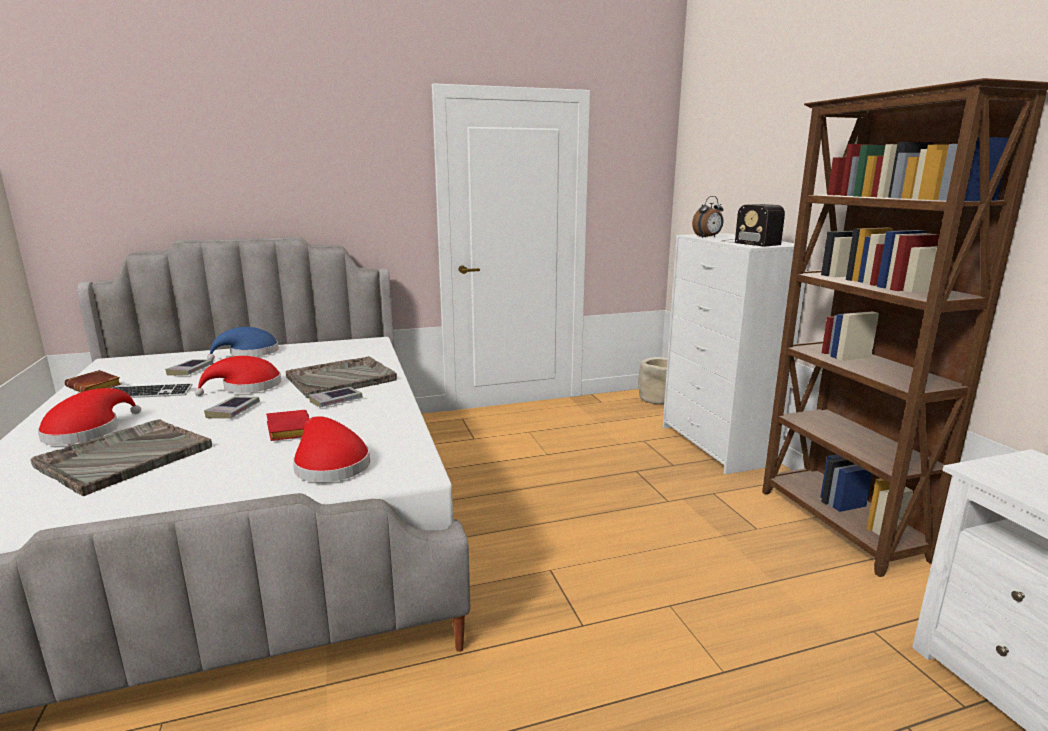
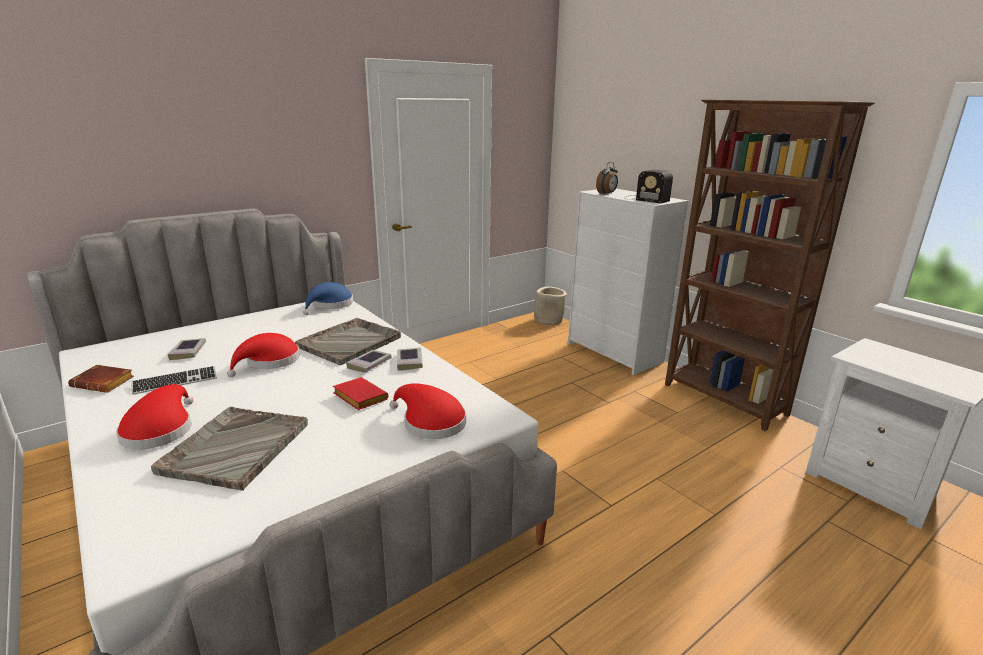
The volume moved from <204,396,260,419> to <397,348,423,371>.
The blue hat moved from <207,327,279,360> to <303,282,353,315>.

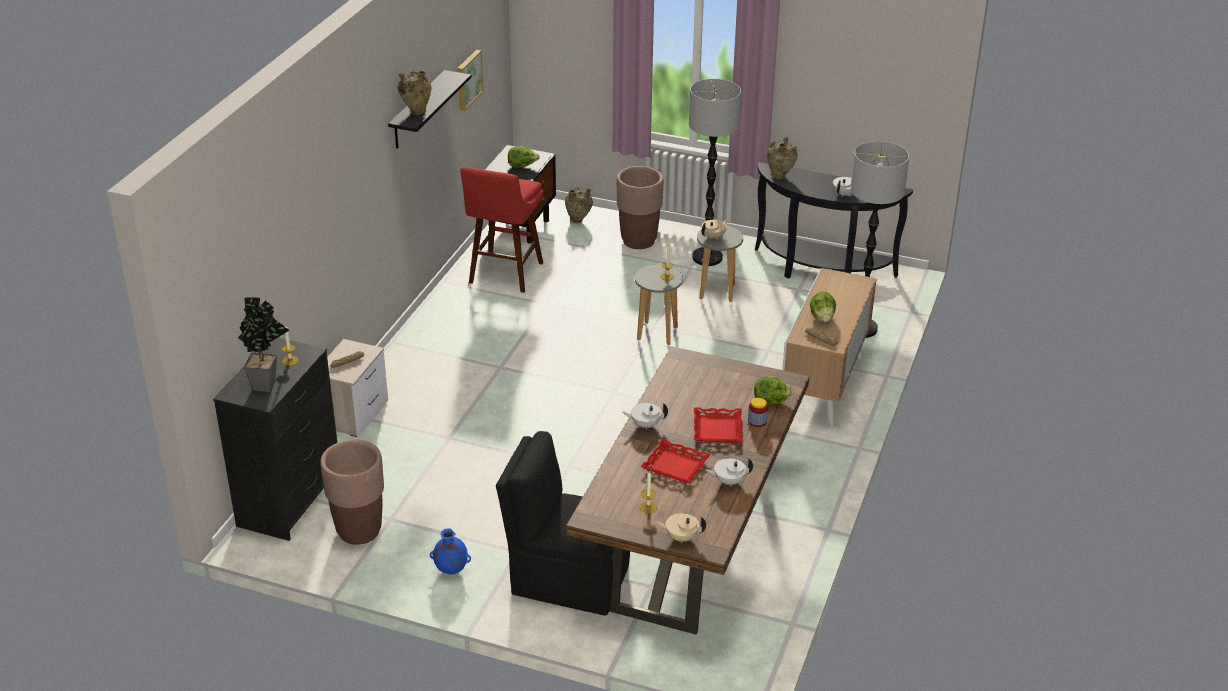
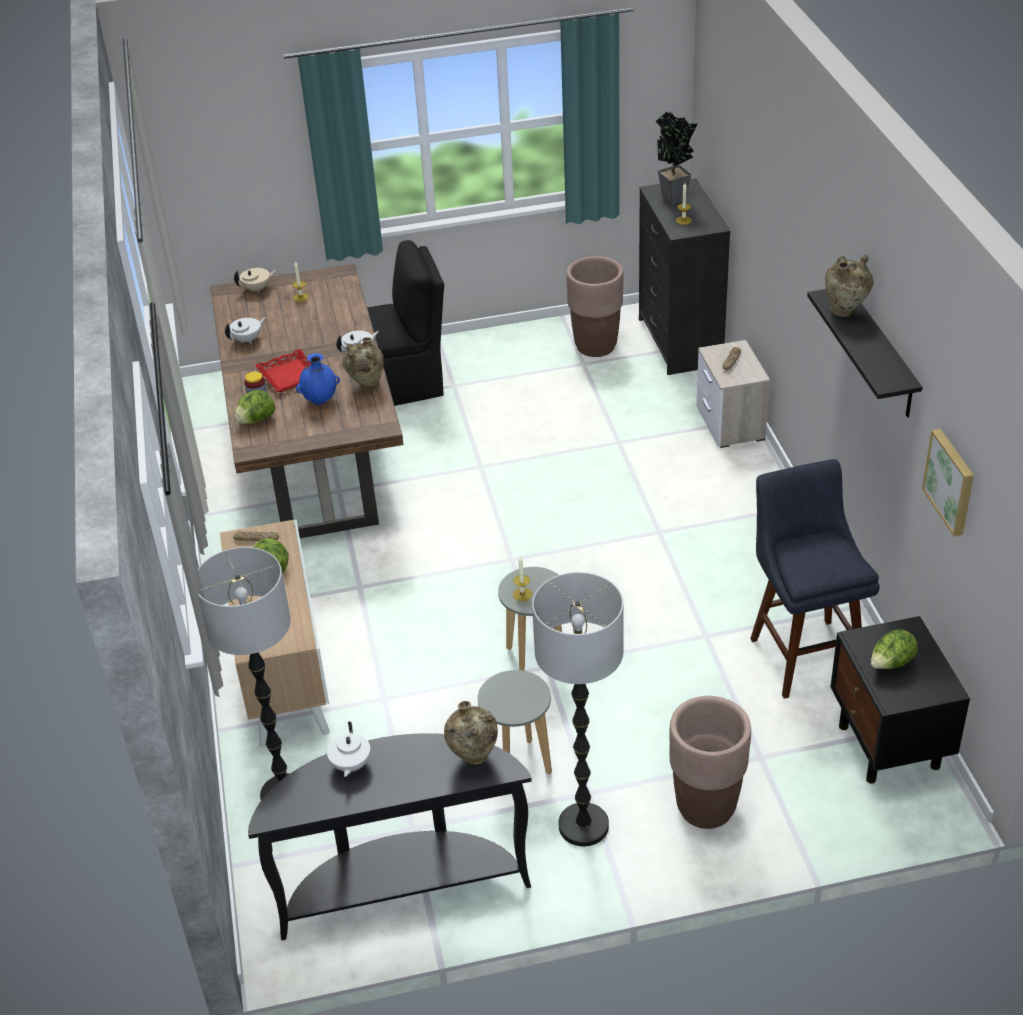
The red-coloured carrying tray at <641,439,711,483> disappeared.
The beige teapot at <701,219,728,240> disappeared.
The blue vase moved from <430,528,471,574> to <296,353,340,405>.
The beige vase moved from <565,187,593,223> to <343,337,384,391>.
The red-coloured sitting stool at <460,167,543,293> became the blue sitting stool at <750,459,880,699>.

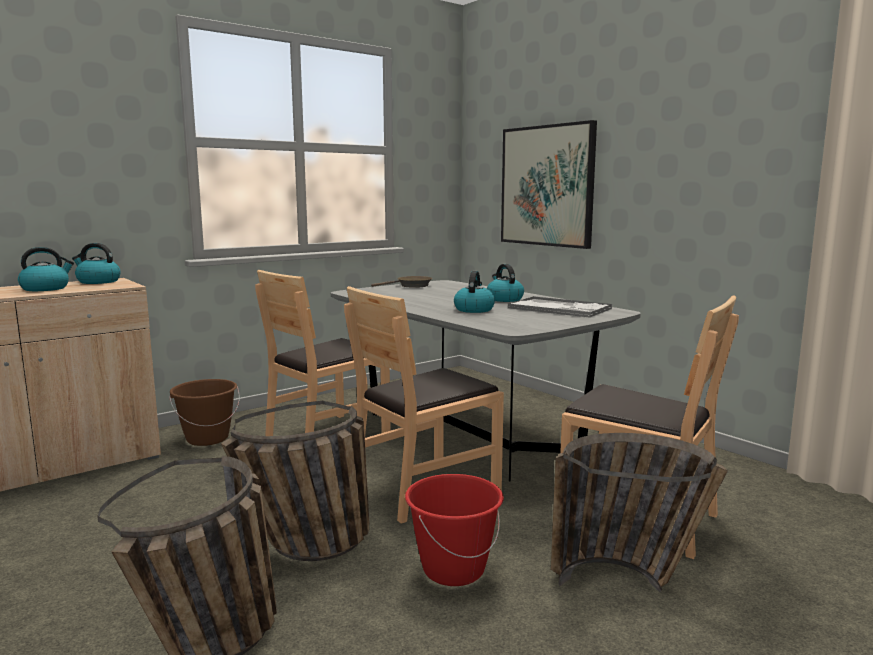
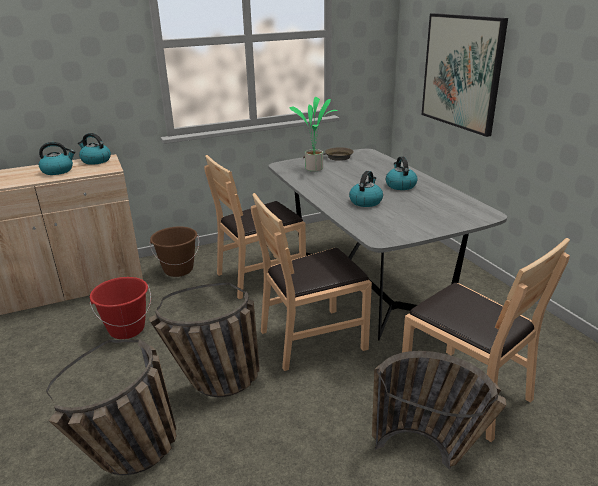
The carrying tray at <508,296,612,318> disappeared.
The plant in a pot at <290,97,338,172> appeared.
The red-coloured pail moved from <405,474,504,586> to <90,277,151,339>.

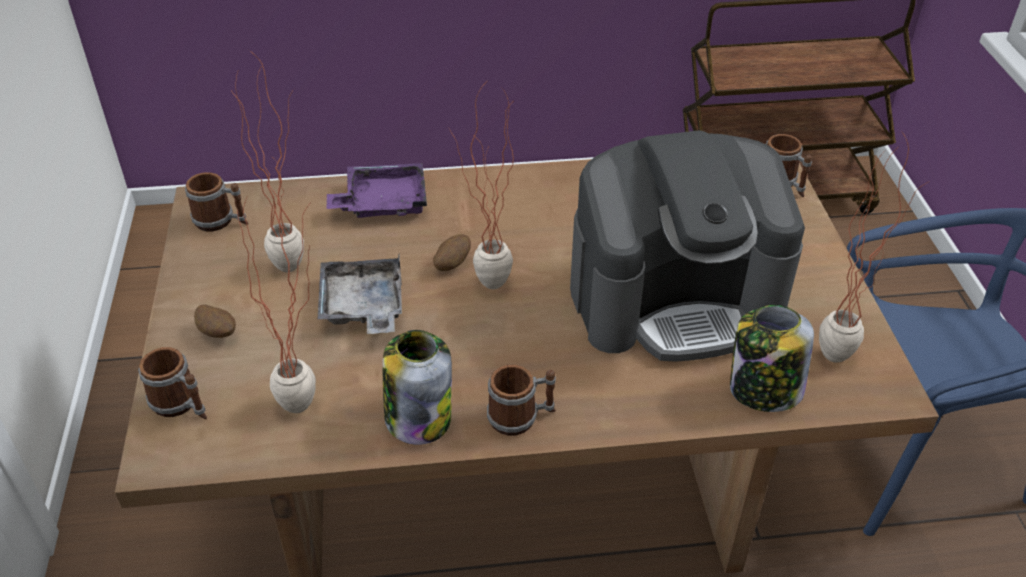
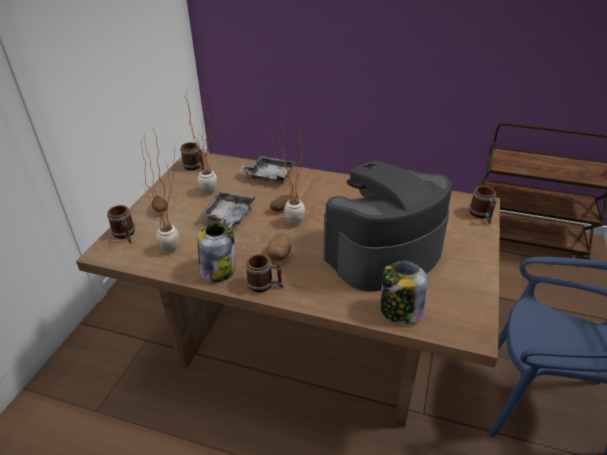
The plant in a pot at <819,132,928,363> disappeared.
The spud at <266,233,292,261> appeared.
The purplish carrying tray at <326,163,427,218> became the greyish carrying tray at <239,156,295,184>.
The coffee brewer at <570,130,805,362> turned 135 degrees clockwise.

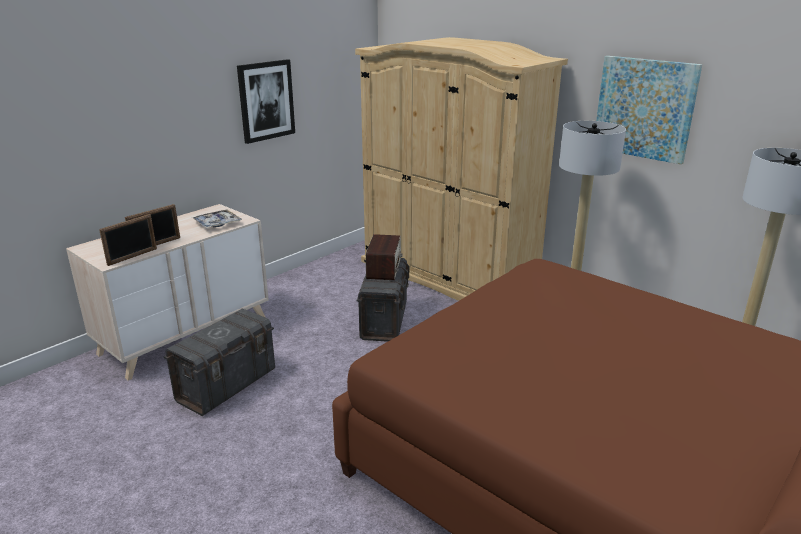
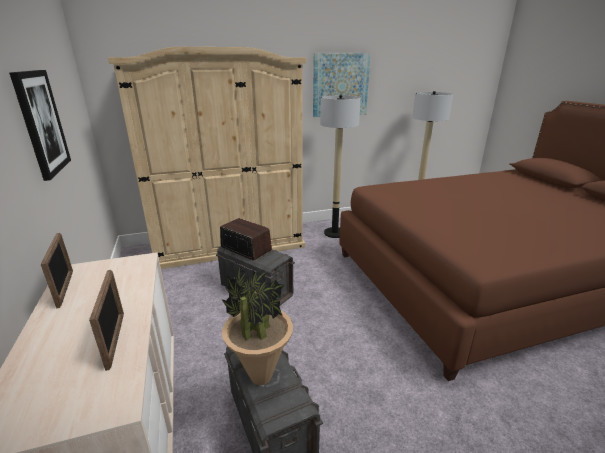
The carrying tray at <193,210,242,228> disappeared.
The plant in a pot at <222,266,293,385> appeared.
The photo frame moved from <99,214,157,266> to <41,233,73,309>.

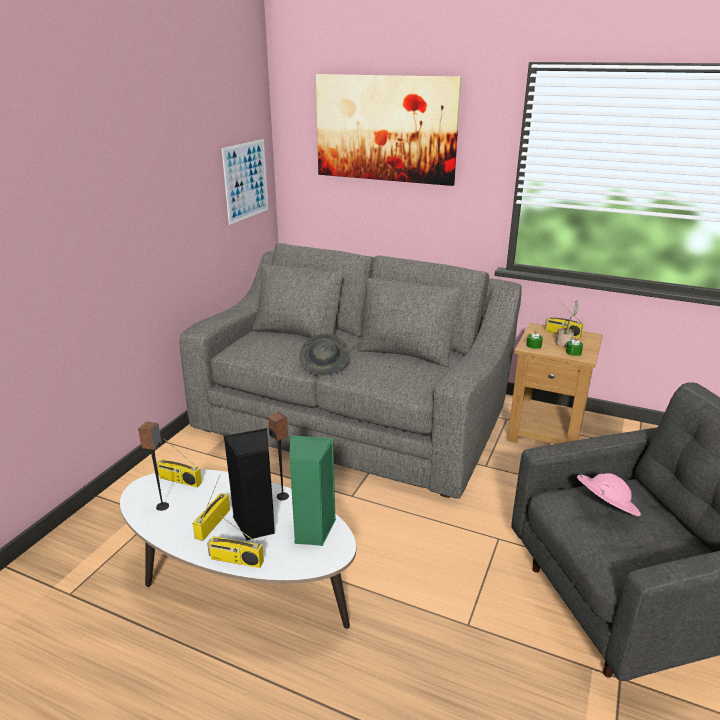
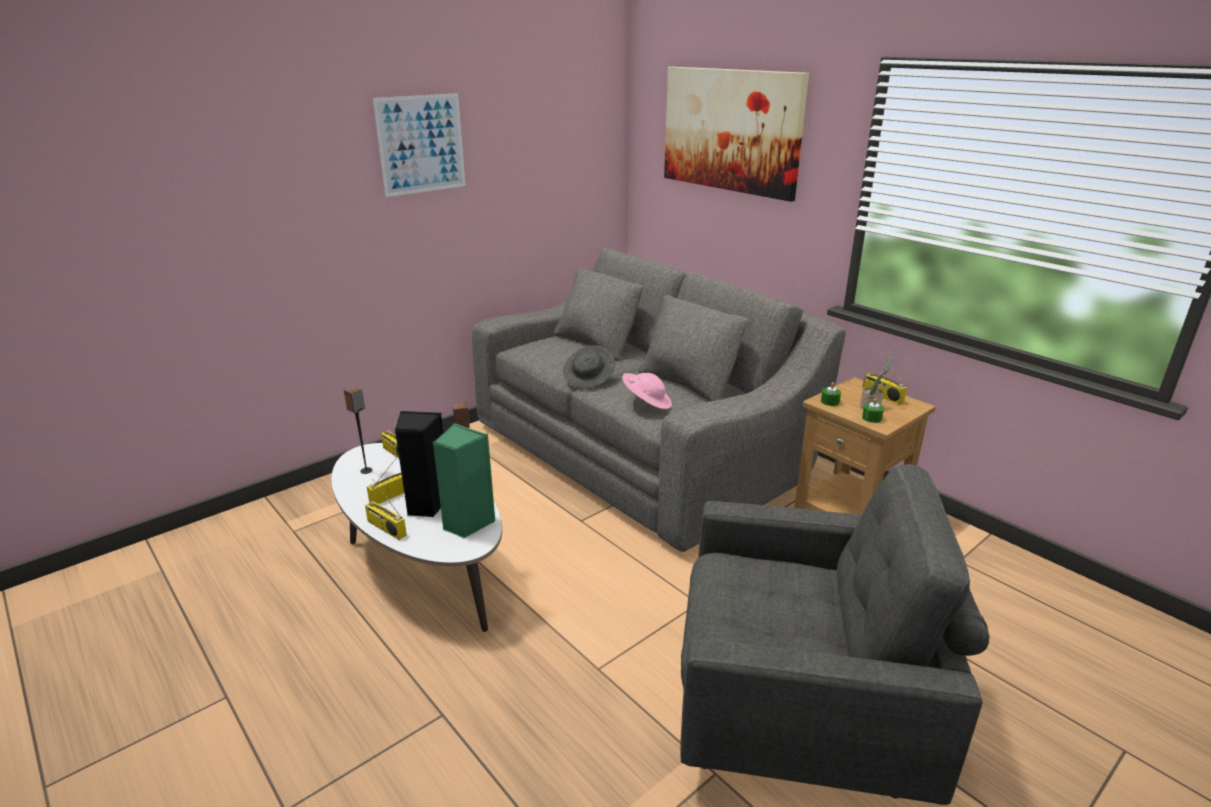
The wall picture moved from <222,139,268,225> to <373,93,466,197>.
The pink-coloured hat moved from <577,473,641,516> to <622,373,672,409>.

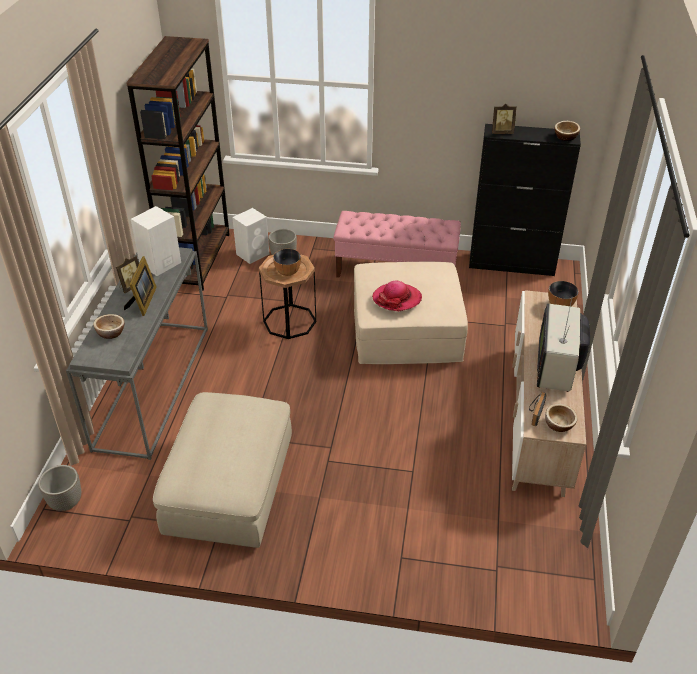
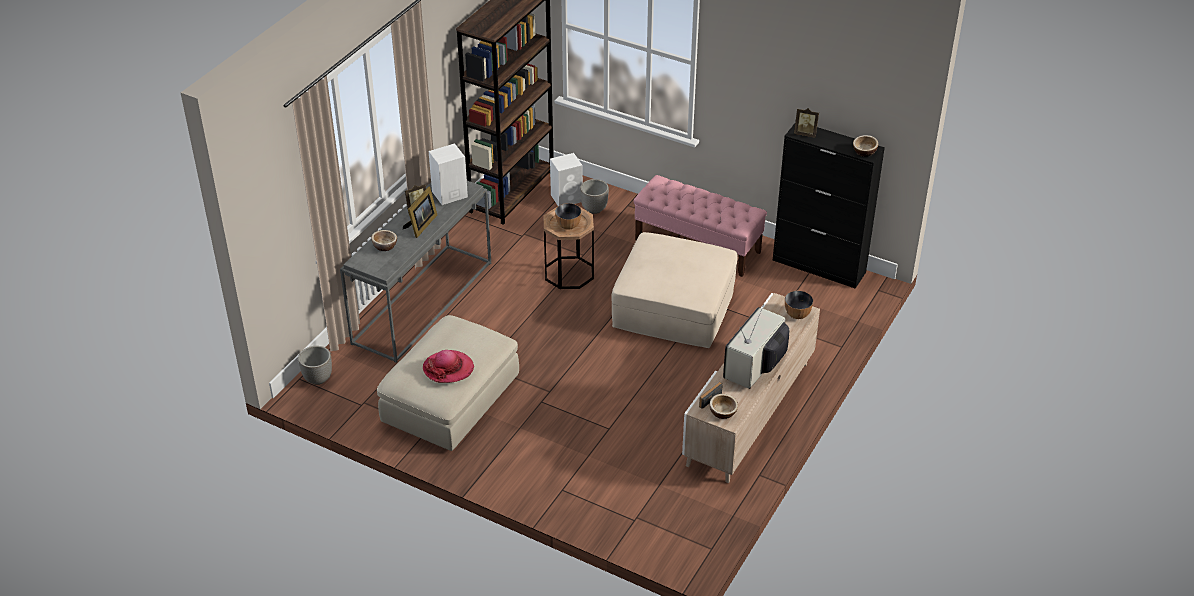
The hat moved from <372,281,422,311> to <423,350,474,383>.

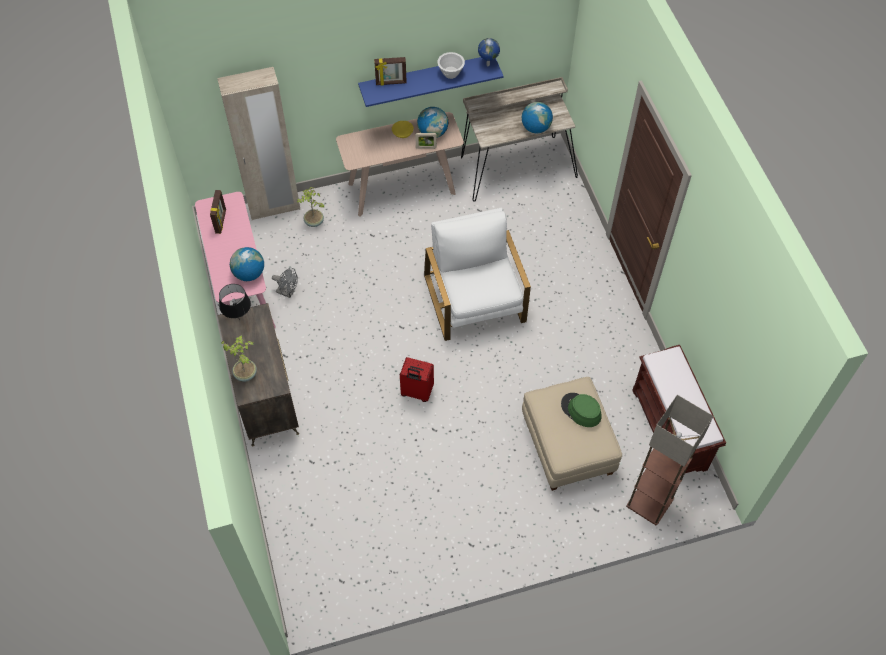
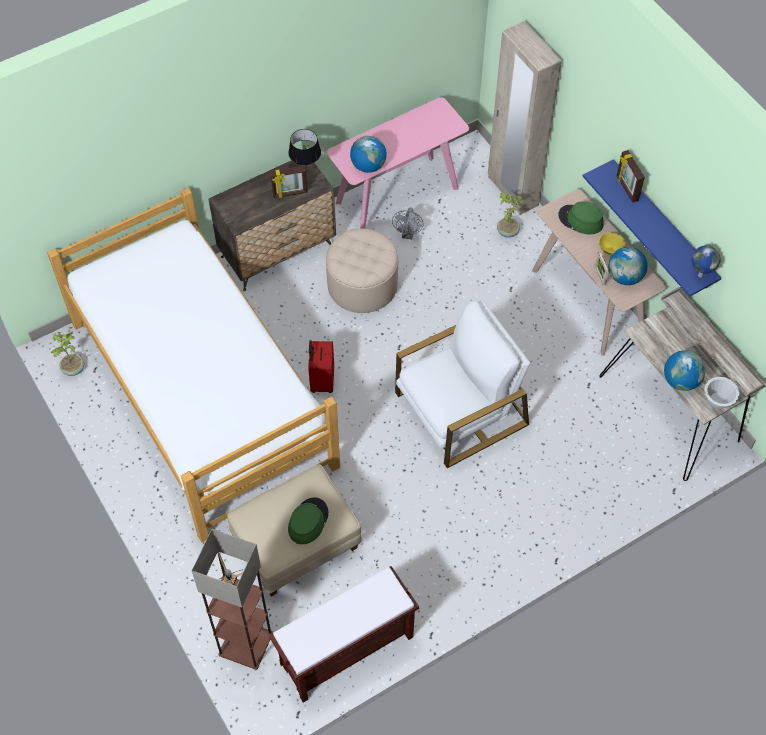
The bedroom bed at <47,188,340,542> appeared.
The beige ottoman at <326,229,398,313> appeared.
The greenish hat at <558,201,604,234> appeared.
The photo frame moved from <210,190,226,234> to <270,166,308,198>.
The plant in a pot moved from <221,335,257,382> to <51,327,84,376>.
The white serving bowl moved from <437,52,465,79> to <704,377,739,409>.

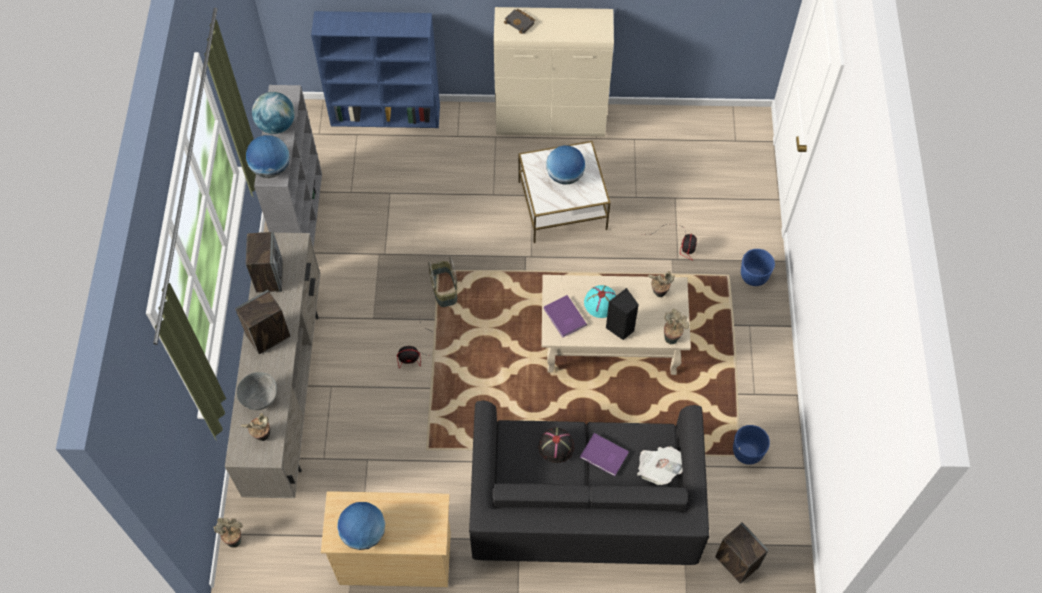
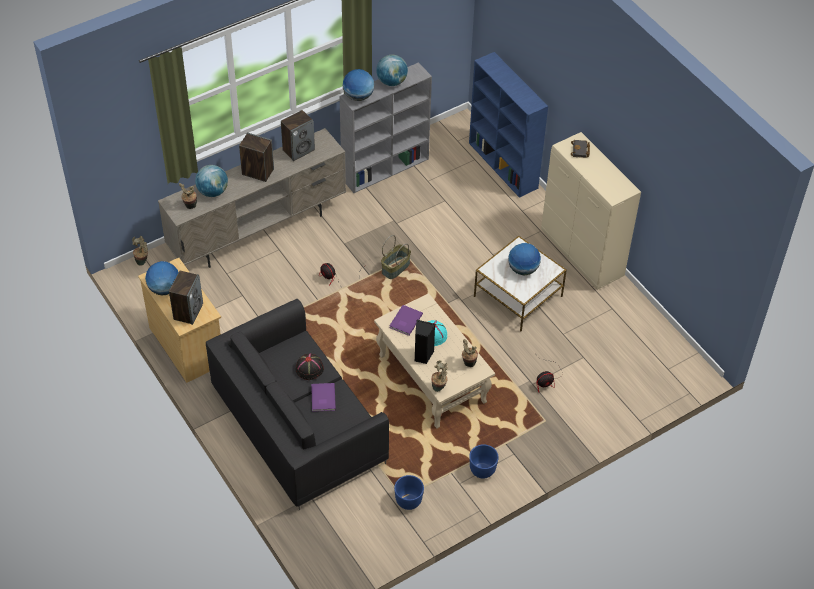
The newspaper at <637,446,683,485> disappeared.
The audio speaker moved from <715,522,769,584> to <169,271,203,325>.
The blue flower pot moved from <741,249,775,286> to <469,444,499,479>.
The greyish serving bowl at <236,372,277,410> was replaced by the desk globe at <195,165,228,197>.

